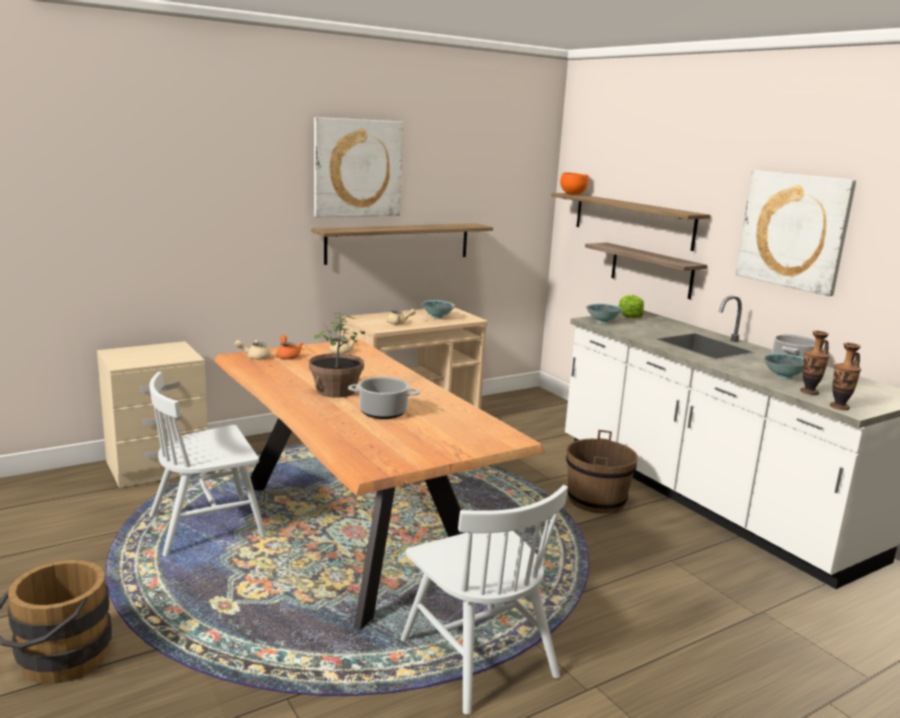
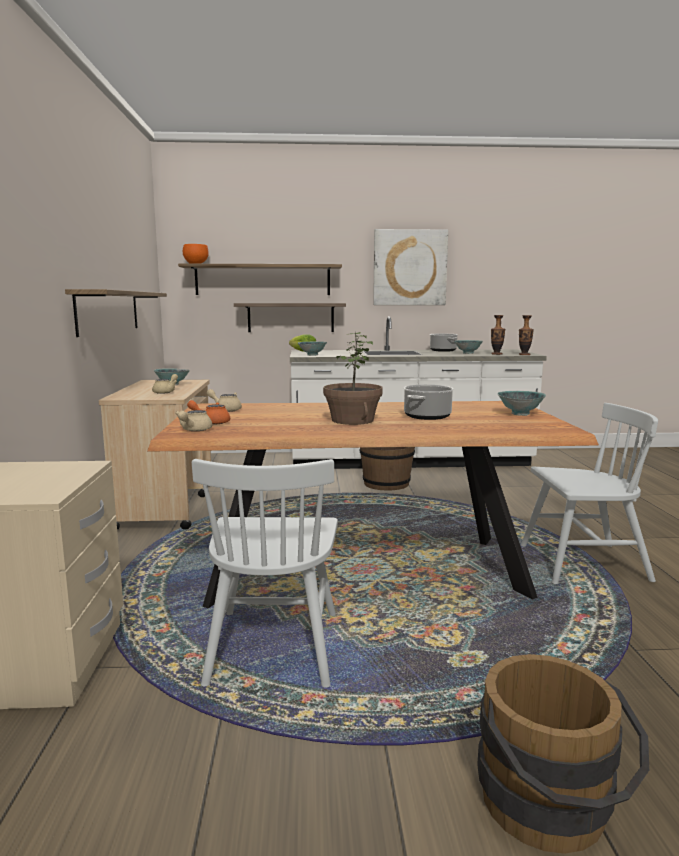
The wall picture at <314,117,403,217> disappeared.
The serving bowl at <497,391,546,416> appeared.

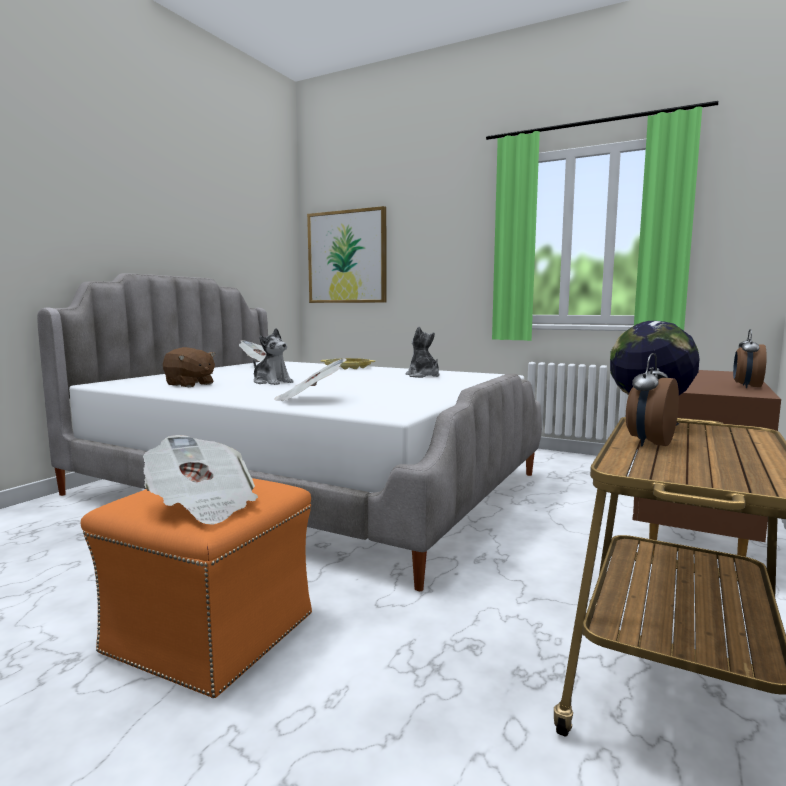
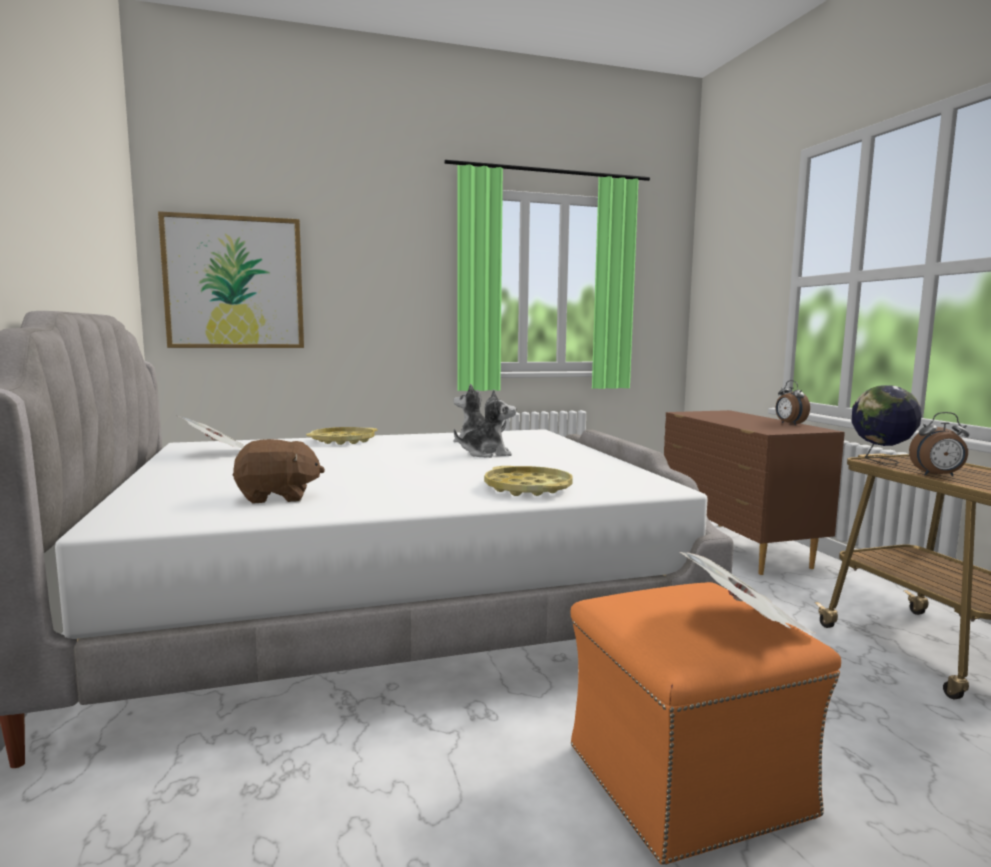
The cuddly toy moved from <253,328,293,385> to <454,390,516,458>.
The newspaper at <274,358,347,401> was replaced by the yellow-coloured carrying tray at <484,466,573,496>.
The alarm clock at <626,353,679,447> turned 75 degrees counterclockwise.

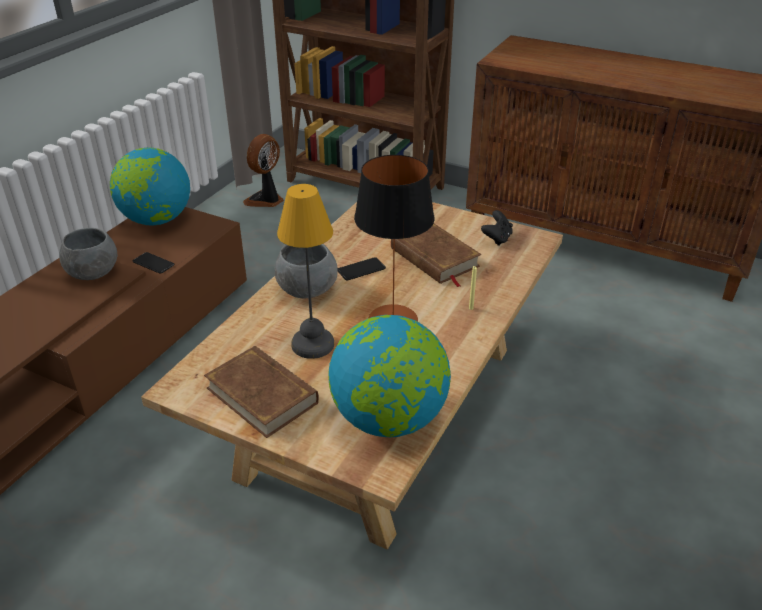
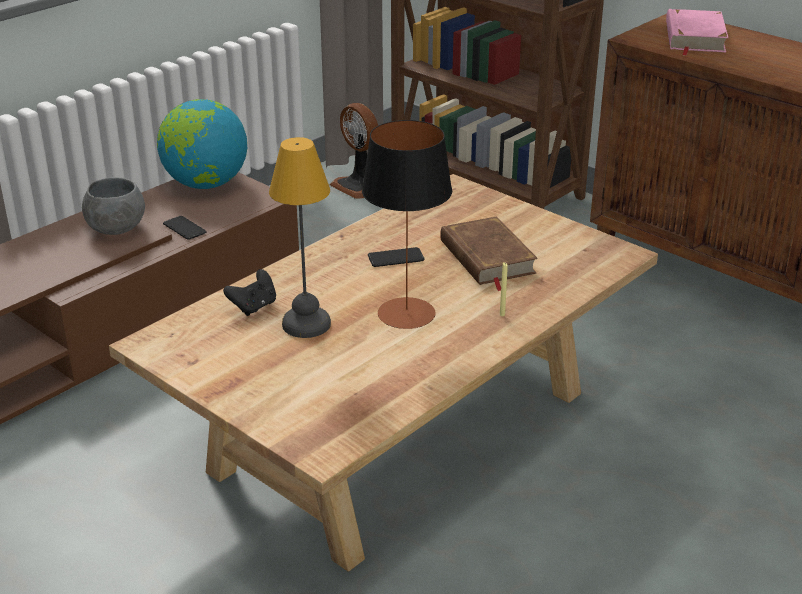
The brown-coloured volume at <204,346,319,438> disappeared.
The greyish serving bowl at <275,244,338,298> disappeared.
The desk globe at <328,315,451,437> disappeared.
The pink-coloured volume at <666,9,728,56> appeared.
The blackish game controller moved from <481,210,513,246> to <223,269,276,316>.
The electric fan at <243,134,284,207> turned 90 degrees counterclockwise.

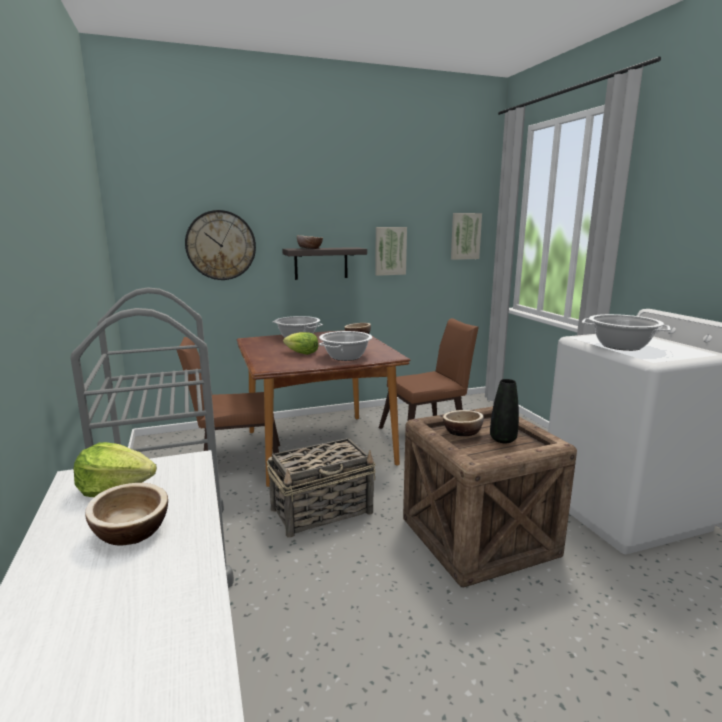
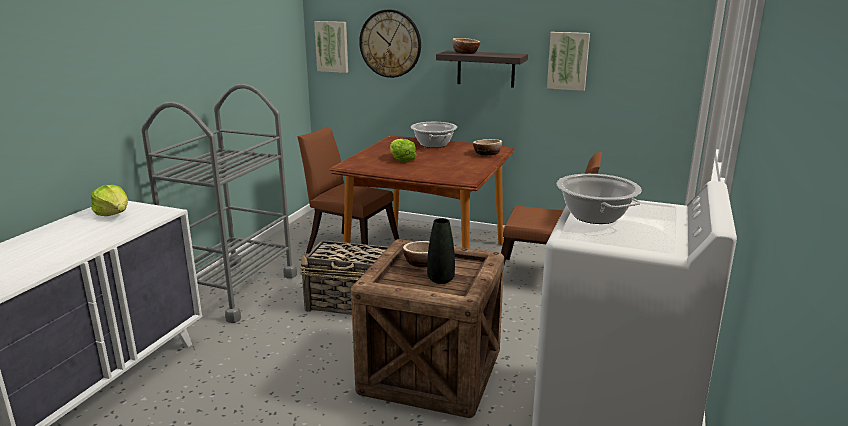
The serving bowl at <85,483,168,546> disappeared.
The stockpot at <319,331,372,361> disappeared.
The wall picture moved from <451,213,482,260> to <314,21,348,73>.

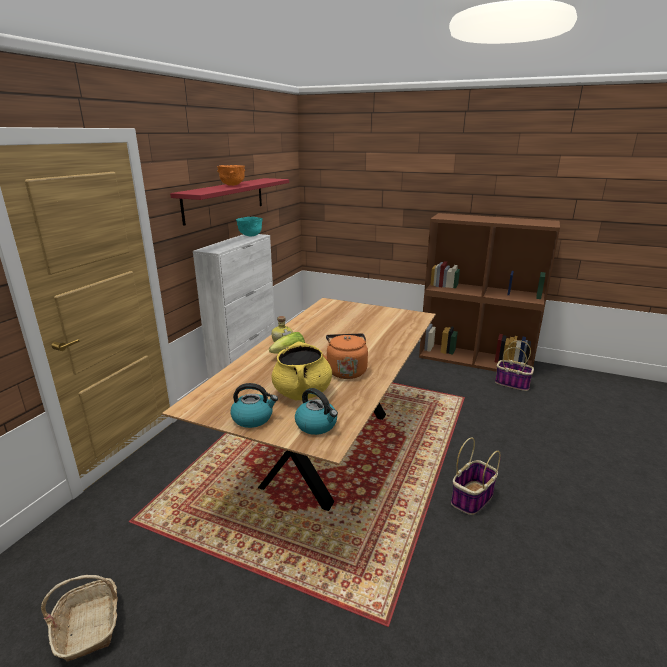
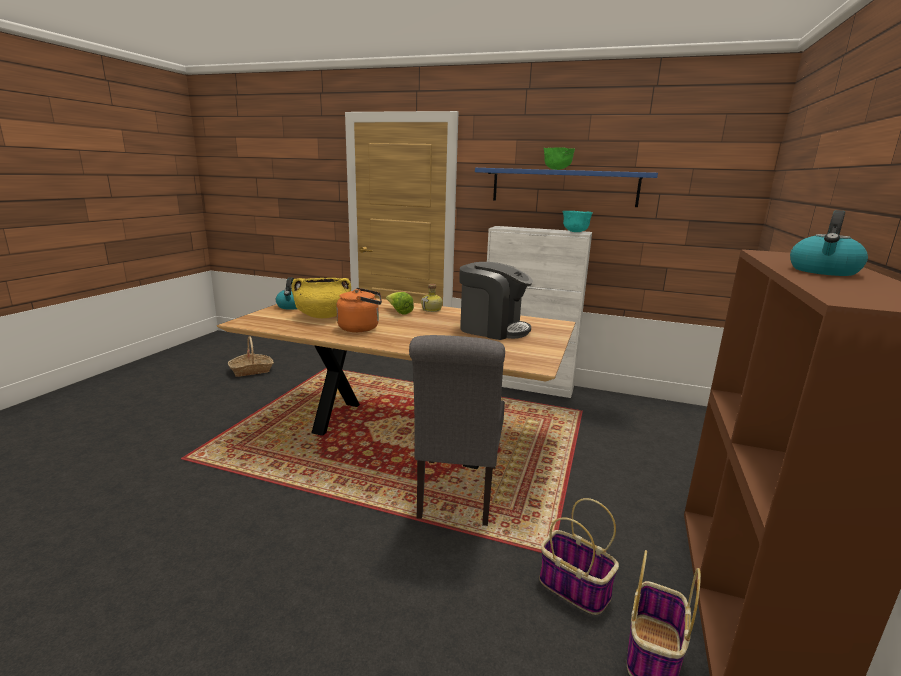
The greyish chair at <409,335,505,526> appeared.
The coffee brewer at <459,262,533,340> appeared.
The water kettle moved from <295,388,338,435> to <790,210,868,276>.
The storage basket moved from <451,438,501,515> to <539,498,619,615>.
The red-coloured bracket shelf at <170,178,289,226> became the blue bracket shelf at <475,168,658,207>.
The orange-coloured serving bowl at <217,165,245,186> became the greenish serving bowl at <544,147,575,170>.

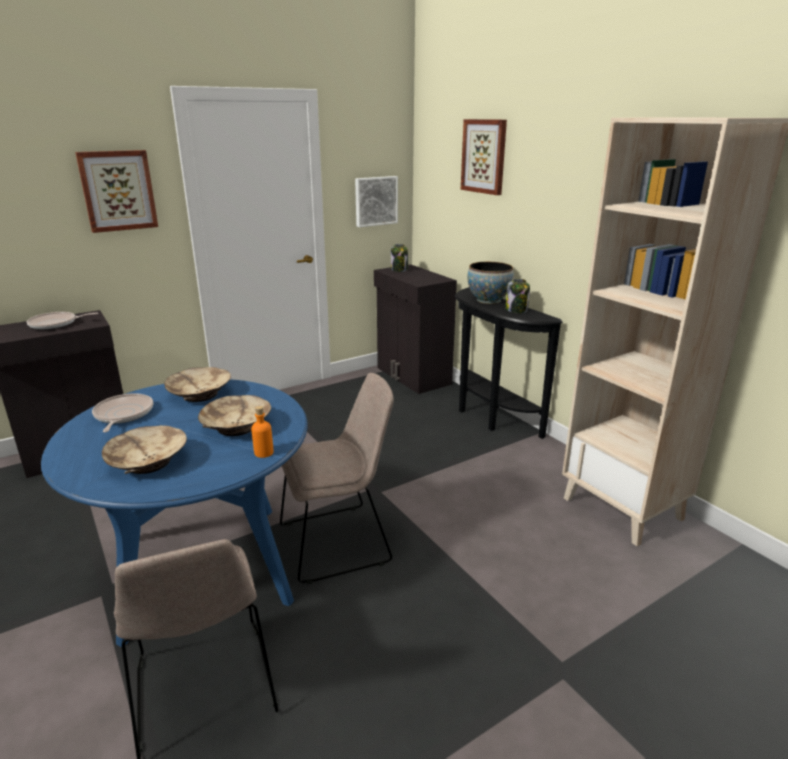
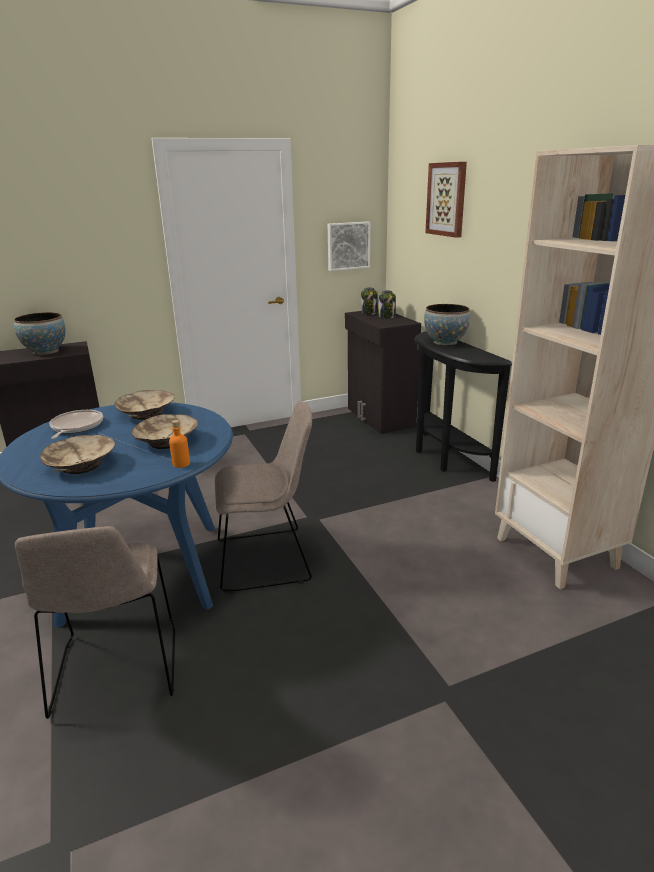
The wall picture at <75,150,158,233> disappeared.
The jar moved from <506,278,530,313> to <378,290,396,319>.
The skillet at <27,312,98,330> was replaced by the serving bowl at <14,312,66,355>.

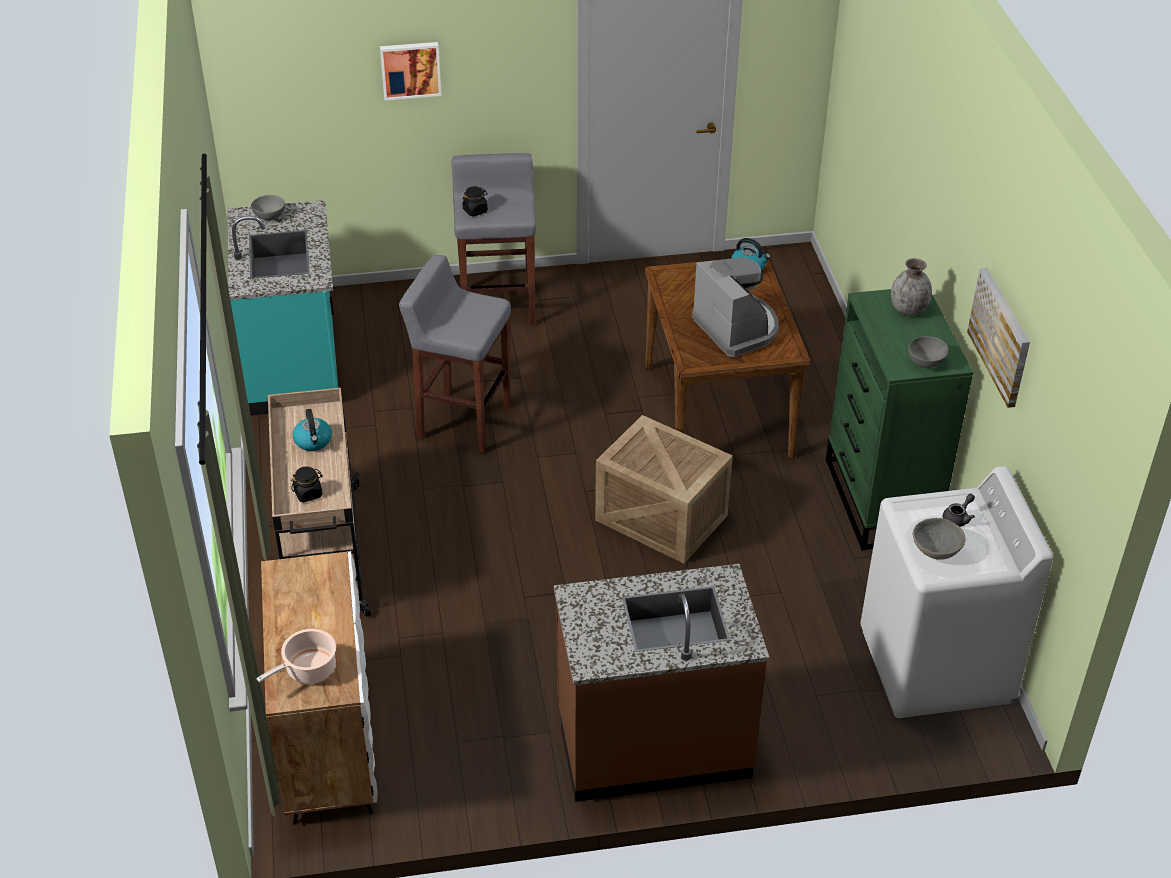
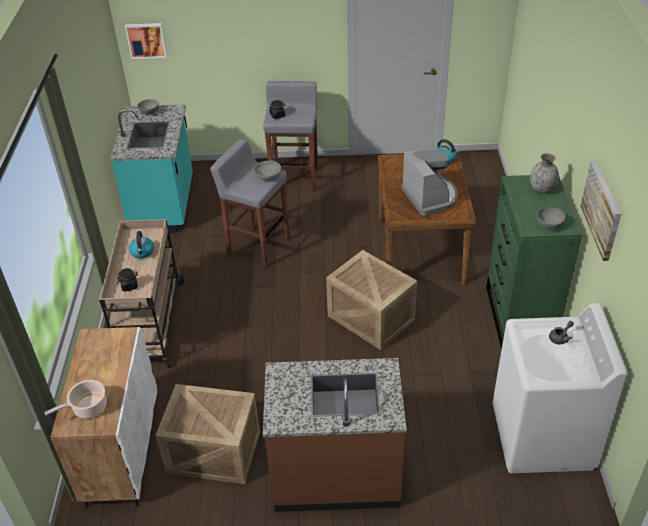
The shipping crate at <155,384,260,484> appeared.
The wall picture moved from <380,42,441,100> to <125,23,167,59>.
The greyish serving bowl moved from <913,518,965,560> to <254,161,281,181>.

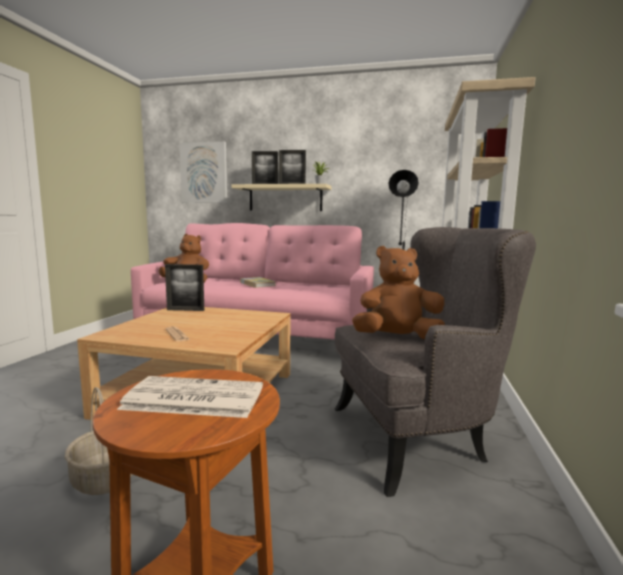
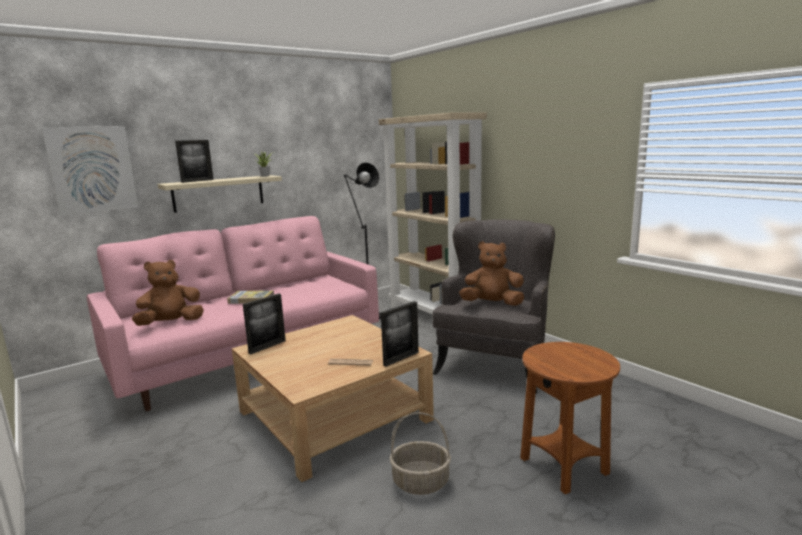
The newspaper at <117,376,263,418> disappeared.
The photo frame moved from <279,150,306,184> to <381,301,419,367>.
The brown-coloured cuddly toy at <352,246,445,339> turned 60 degrees clockwise.

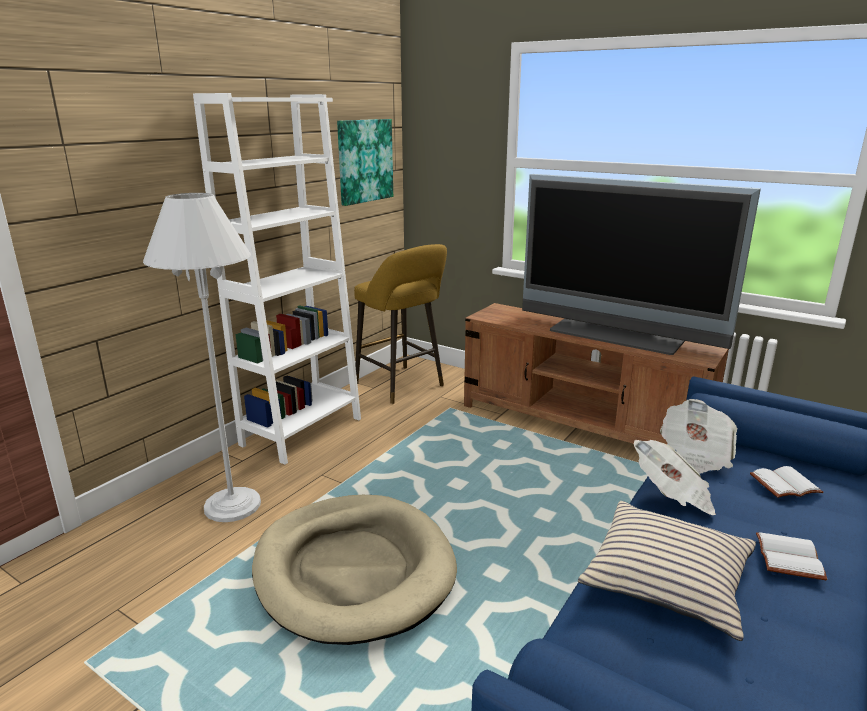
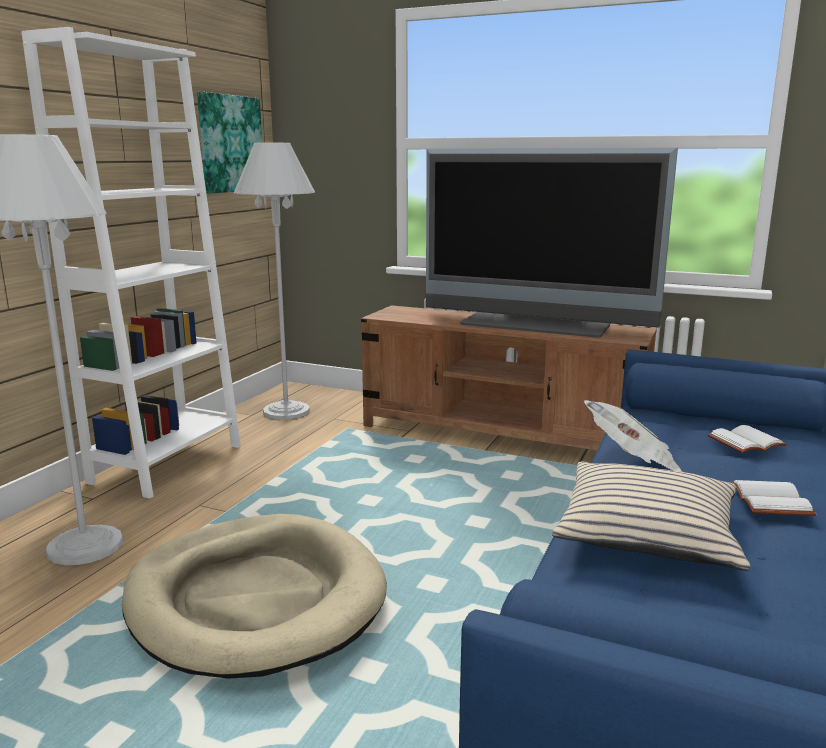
The newspaper at <660,399,737,474> disappeared.
The yellow-coloured sitting stool at <354,244,447,404> was replaced by the white standard lamp at <234,143,315,420>.

